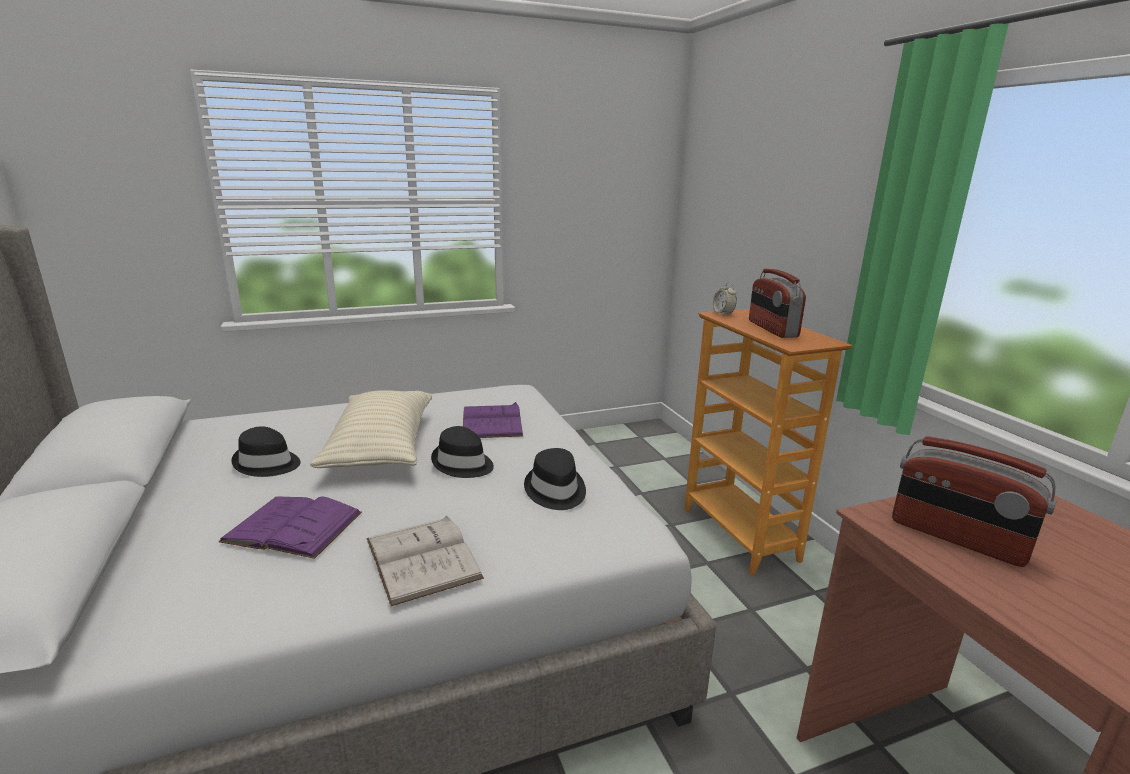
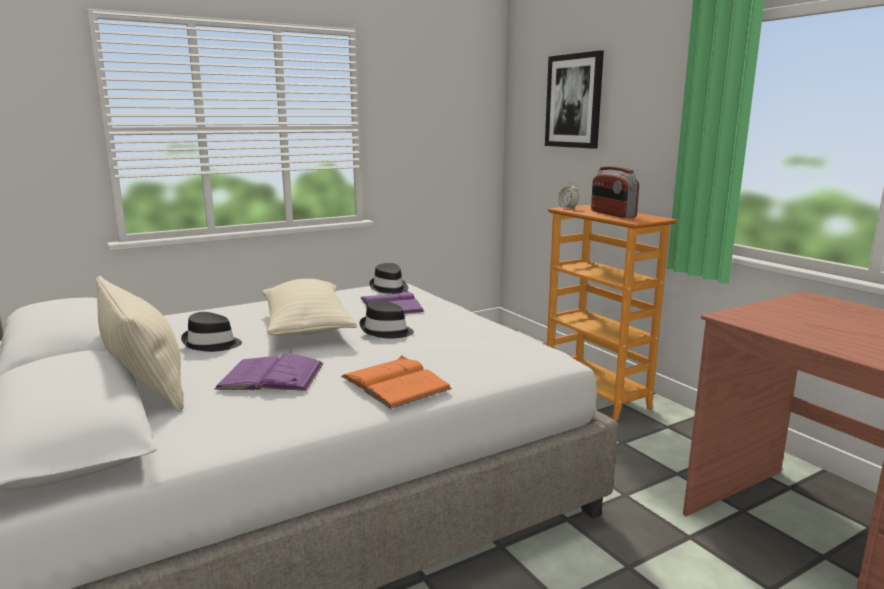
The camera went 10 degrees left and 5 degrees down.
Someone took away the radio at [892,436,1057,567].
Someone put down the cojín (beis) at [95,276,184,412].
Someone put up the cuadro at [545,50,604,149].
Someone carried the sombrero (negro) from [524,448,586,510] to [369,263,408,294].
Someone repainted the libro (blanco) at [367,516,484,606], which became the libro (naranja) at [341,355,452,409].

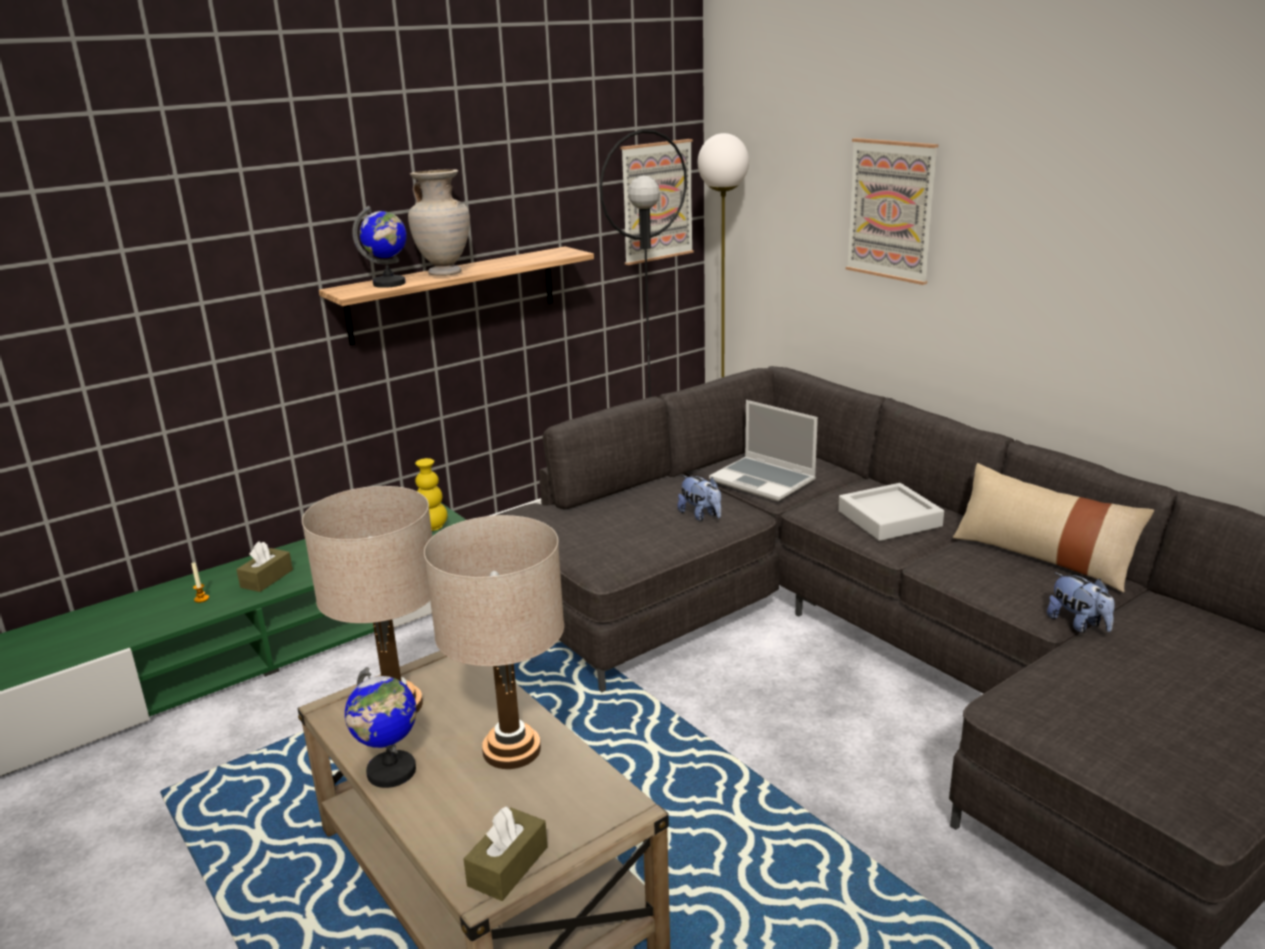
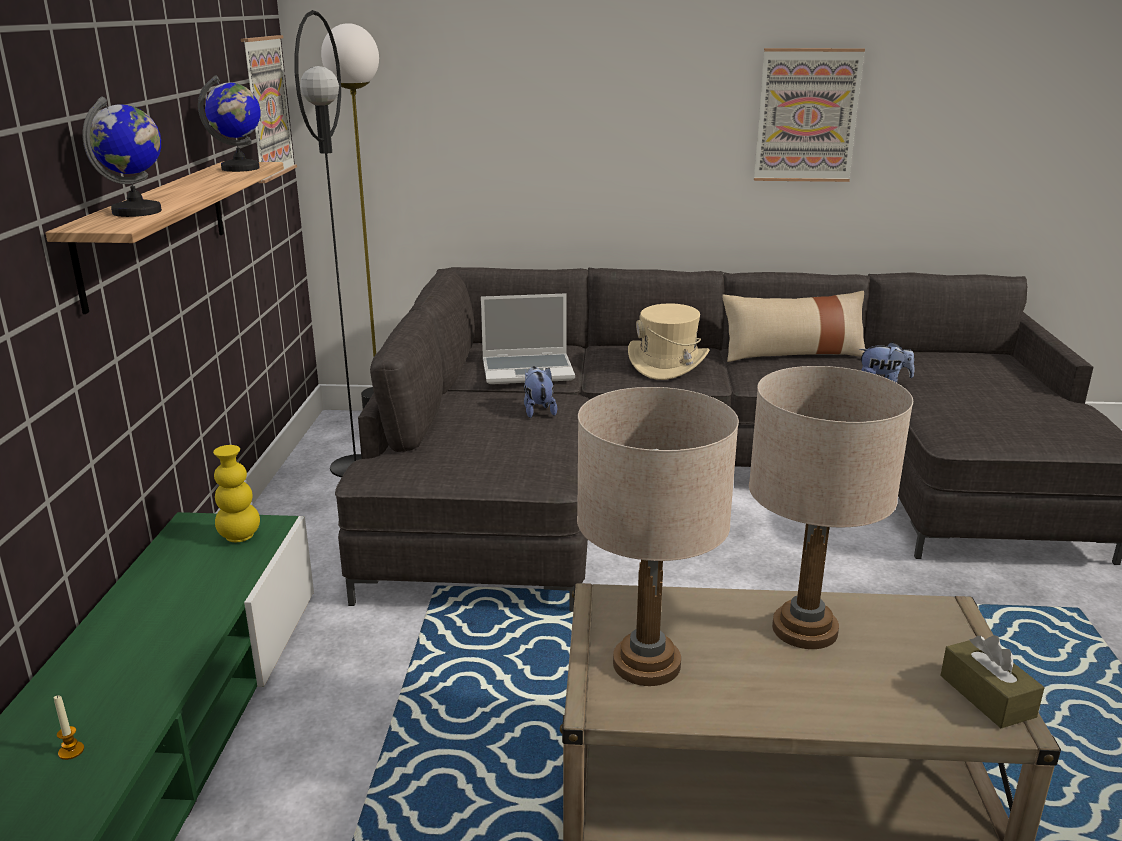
The camera went 50 degrees left and 0 degrees up.
Someone took away the caja de pañuelos (marrón) at [236,541,293,592].
Someone took away the florero (beis) at [408,169,470,276].
Someone carried the globo terráqueo from [345,667,416,788] to [198,75,260,172].
Someone carried the cuadro from [846,138,938,285] to [754,48,865,182].
Someone swapped the bandeja (gris) at [838,483,944,541] for the sombrero (beis) at [628,304,709,380].
Someone rotated the peluche at [678,475,721,521] by 105 degrees counterclockwise.

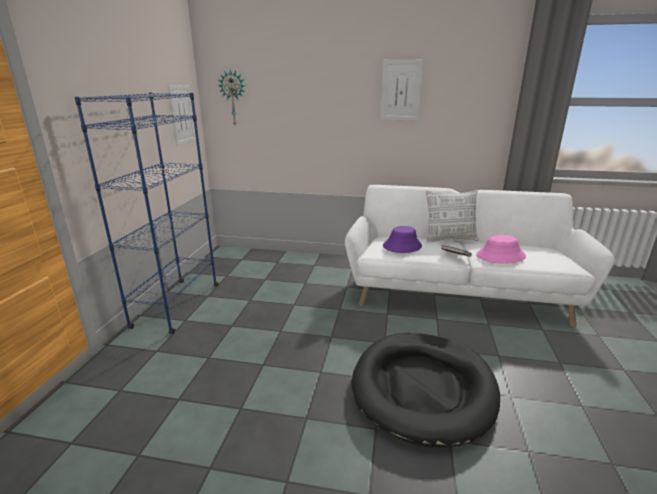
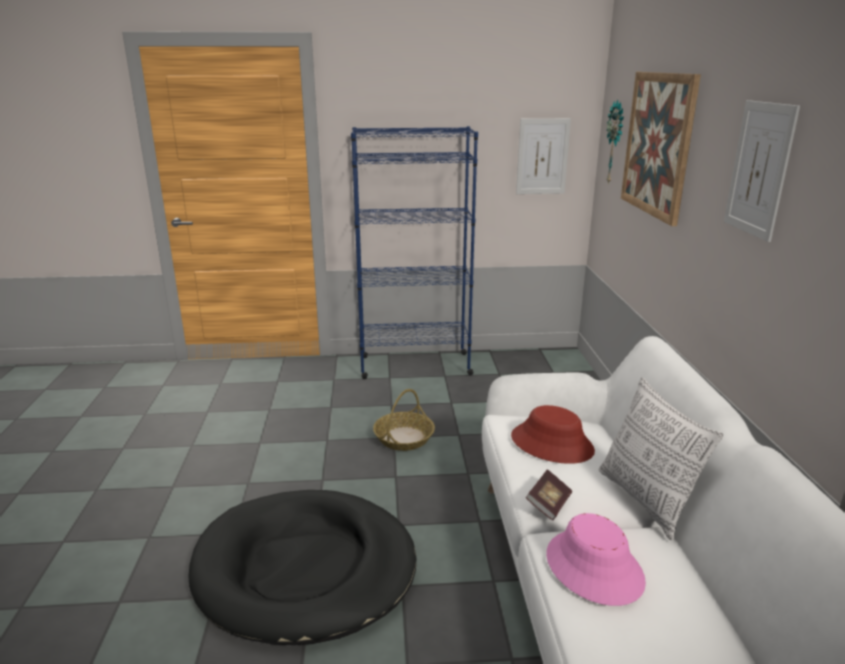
The camera went 75 degrees right and 0 degrees up.
Someone put down the cesta at [373,389,435,451].
Someone put up the cuadro at [621,72,701,226].
Someone repainted the sombrero (morado) at [383,226,422,253], which became the sombrero (rojo) at [511,405,595,464].

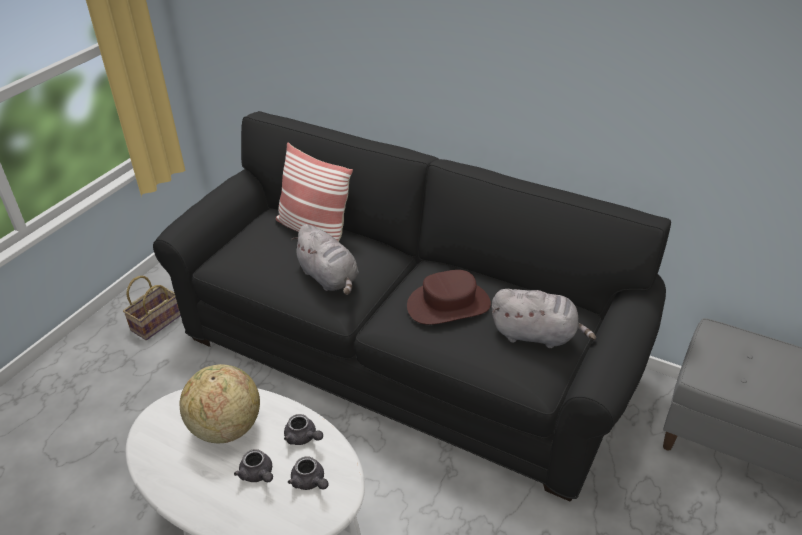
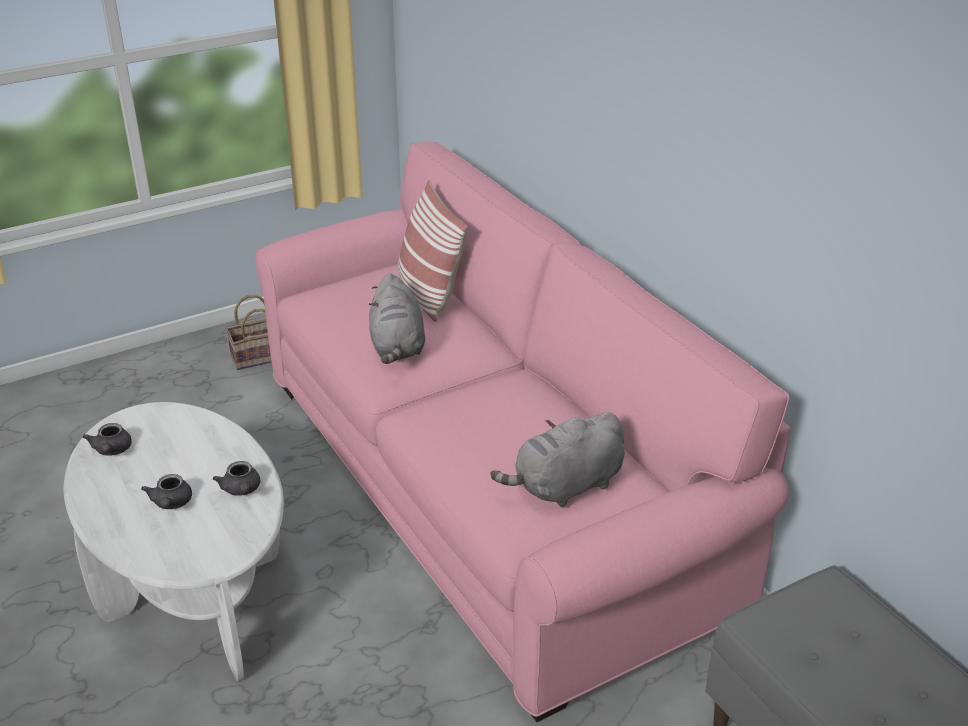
The camera went 30 degrees right and 5 degrees down.
Someone took away the globo terráqueo at [180,364,260,443].
Someone took away the sombrero (marrón) at [407,270,491,325].
Someone carried the tetera (gris) from [288,456,328,490] to [83,423,132,456].
Someone repainted the sofá (negro) at [153,111,671,502], which became the sofá (rosa) at [255,142,791,722].
Someone rotated the peluche (gris) at [492,289,596,348] by 105 degrees clockwise.

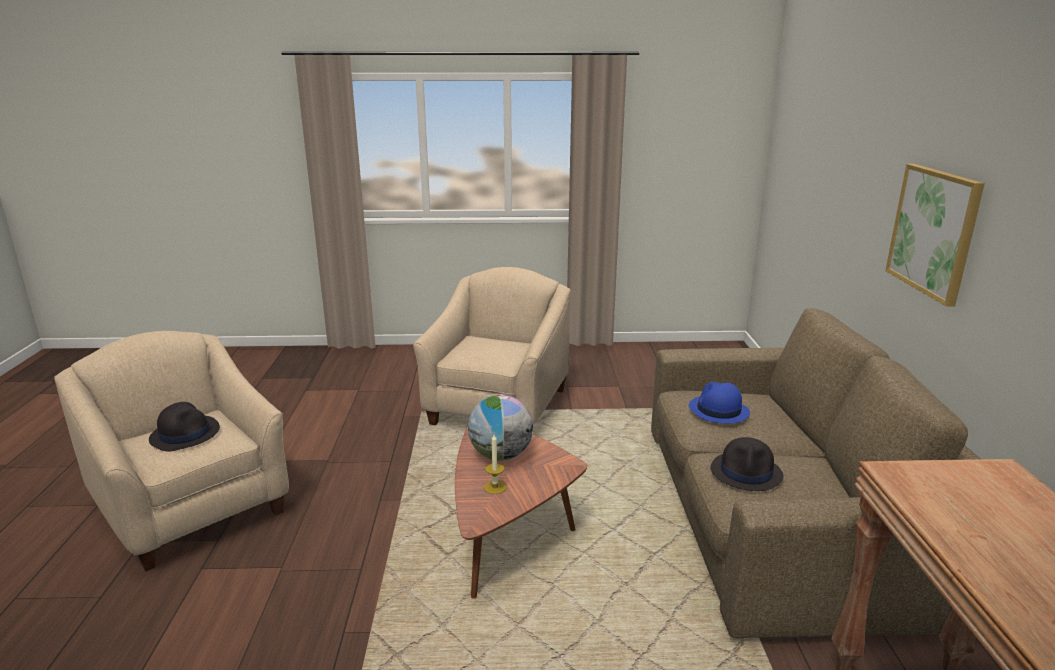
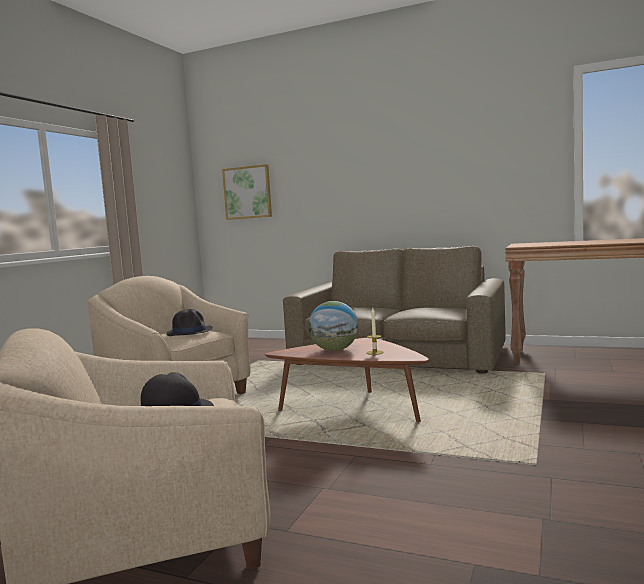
The camera went 65 degrees left and 15 degrees down.
Someone took away the sombrero (azul) at [688,382,750,424].
Someone carried the sombrero (negro) from [710,437,784,491] to [166,309,213,336].
Someone carried the cuadro from [885,164,985,307] to [222,164,272,220].

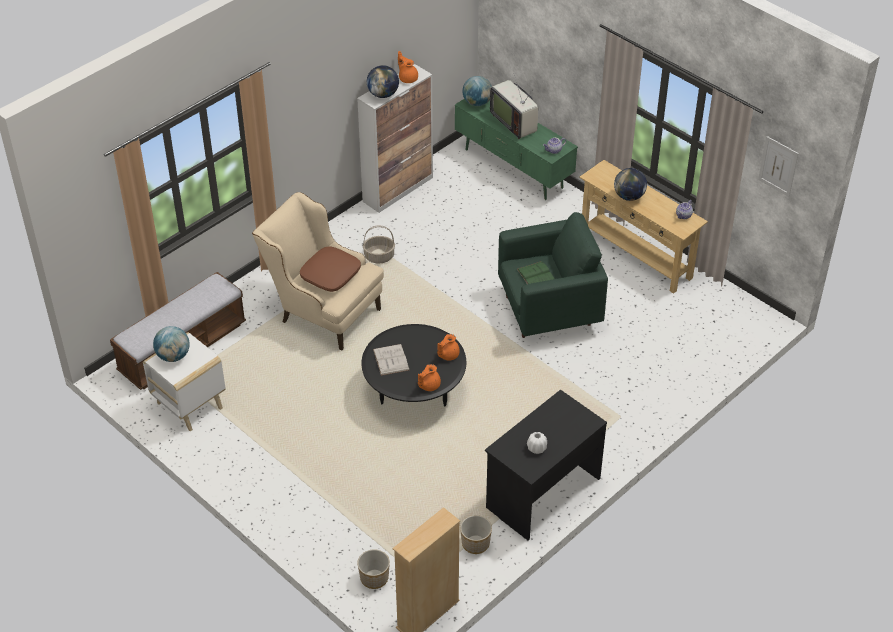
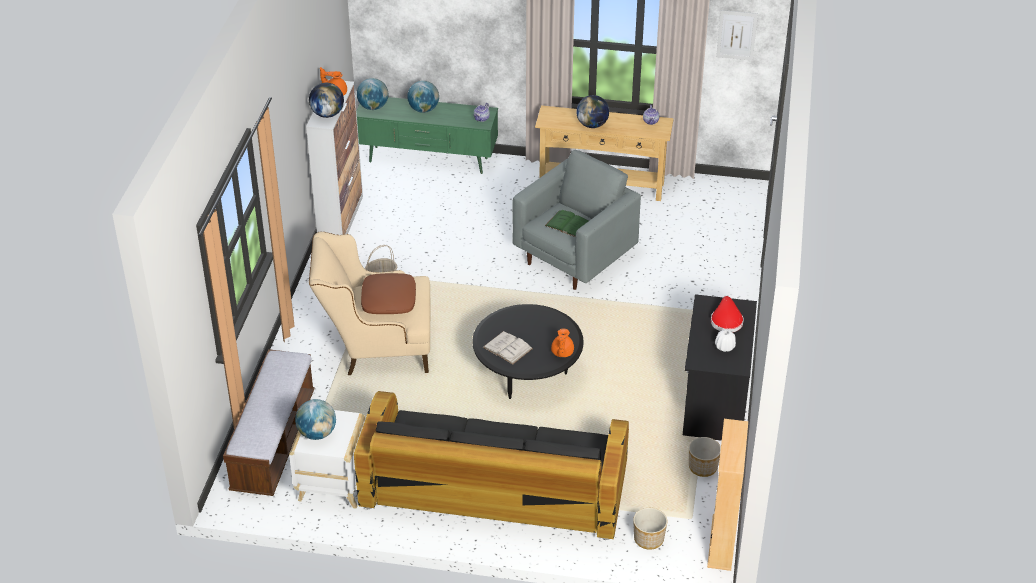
The camera went 35 degrees left and 5 degrees down.
Someone took away the tetera (naranja) at [437,334,460,361].
Someone put down the sofá (negro) at [354,391,629,540].
Someone put down the sombrero (rojo) at [711,296,744,332].
Someone swapped the televisor at [490,75,538,139] for the globo terráqueo at [407,81,439,113].
Someone repainted the sillón (verde) at [498,212,608,338], which became the sillón (gris) at [512,150,641,290].

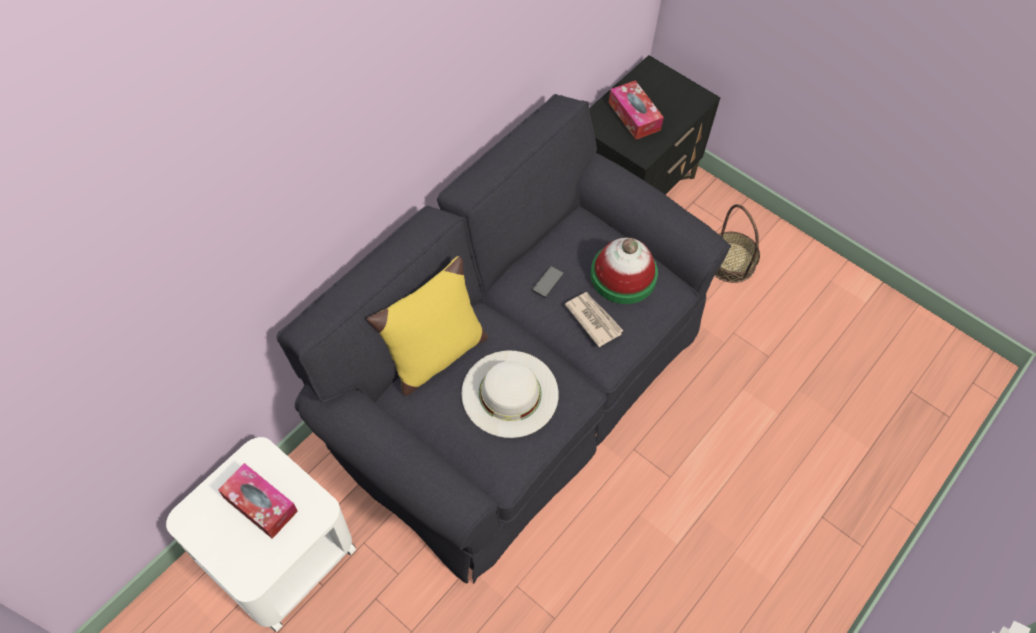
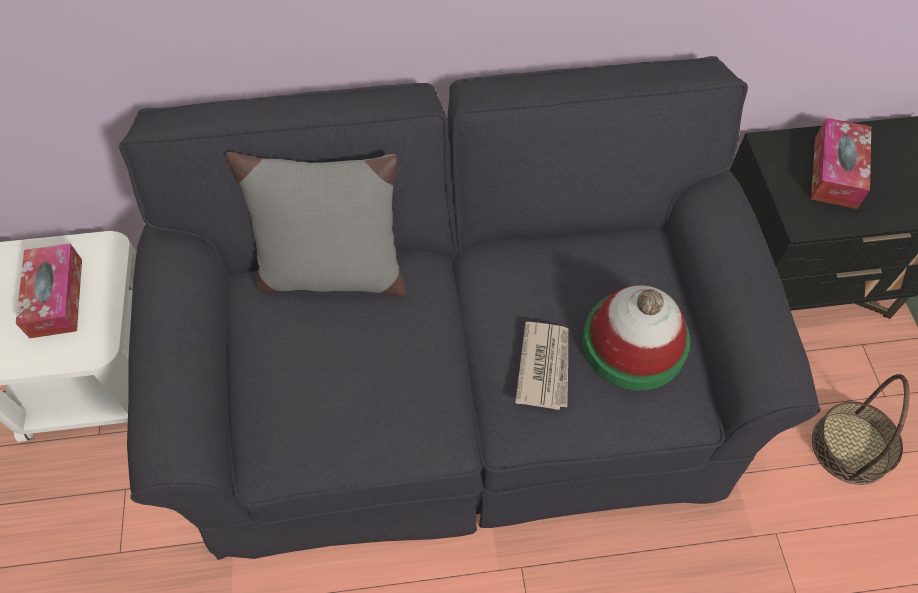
The camera went 45 degrees right and 0 degrees up.
Someone took away the sombrero (blanco) at [462,351,559,438].
Someone took away the móvil at [532,266,564,298].
Someone repainted the cojín (amarillo) at [367,256,488,396], which became the cojín (gris) at [225,152,406,297].

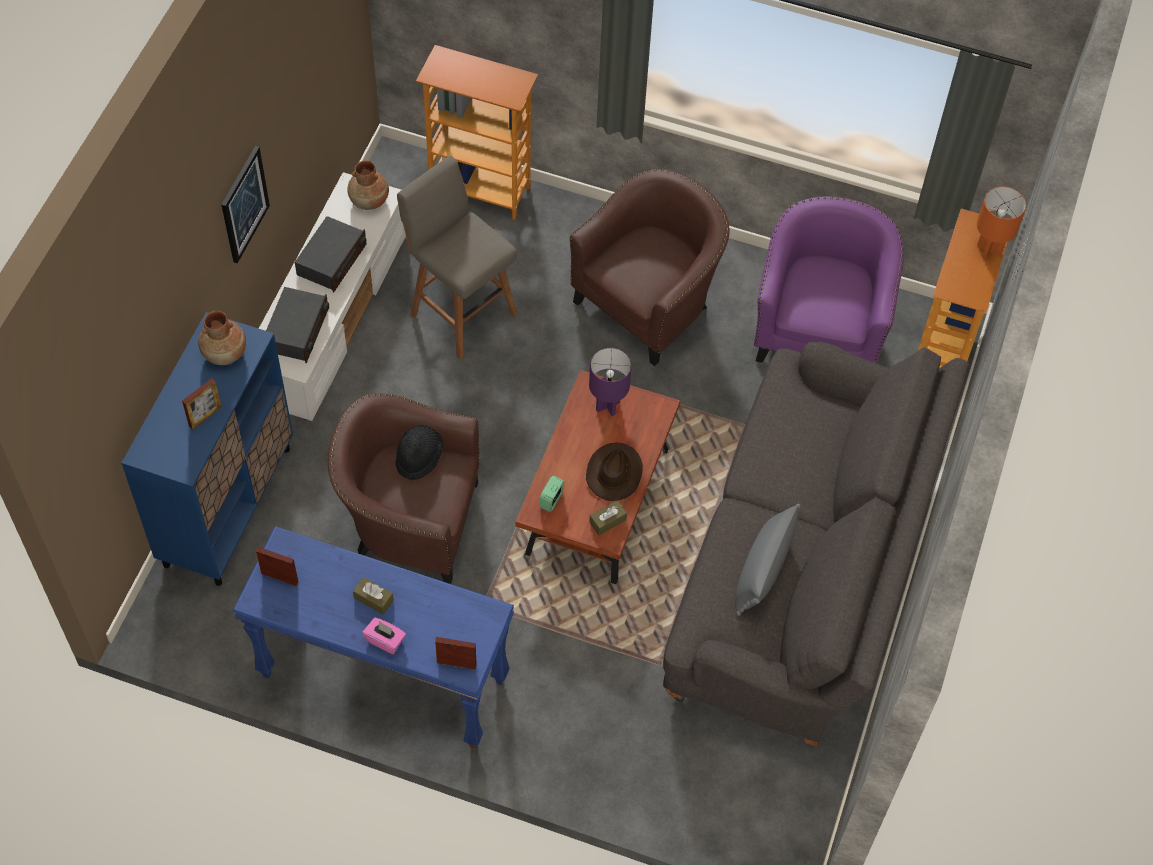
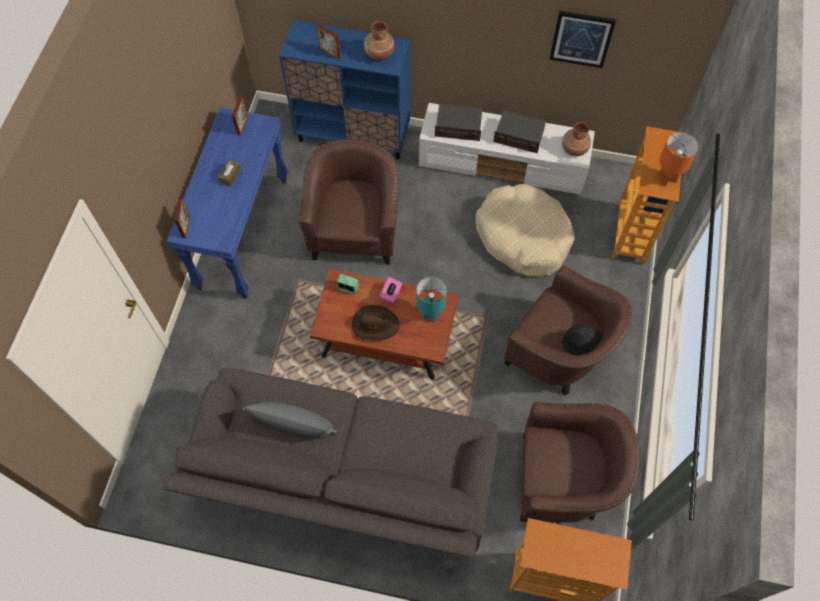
The camera went 85 degrees right and 5 degrees up.
Someone took away the caja de pañuelos (marrón) at [589,500,627,535].
Someone carried the cuadro from [221,146,270,263] to [549,11,616,68].
Someone carried the caja de pañuelos (rosa) from [362,618,406,654] to [380,277,402,304].
Someone carried the sombrero (negro) from [396,425,443,480] to [562,324,603,355].
Someone carried the lámpara de mesa (naranja) from [977,186,1026,259] to [658,132,699,186].
Someone swapped the taburete (gris) at [397,156,517,359] for the cama para perro (beis) at [475,184,575,277].
Someone repainted the lámpara de mesa (morado) at [589,348,632,416], which became the lámpara de mesa (turquesa) at [416,277,447,322].
Someone repainted the sillón (morado) at [754,196,904,364], which became the sillón (marrón) at [520,402,640,523].

